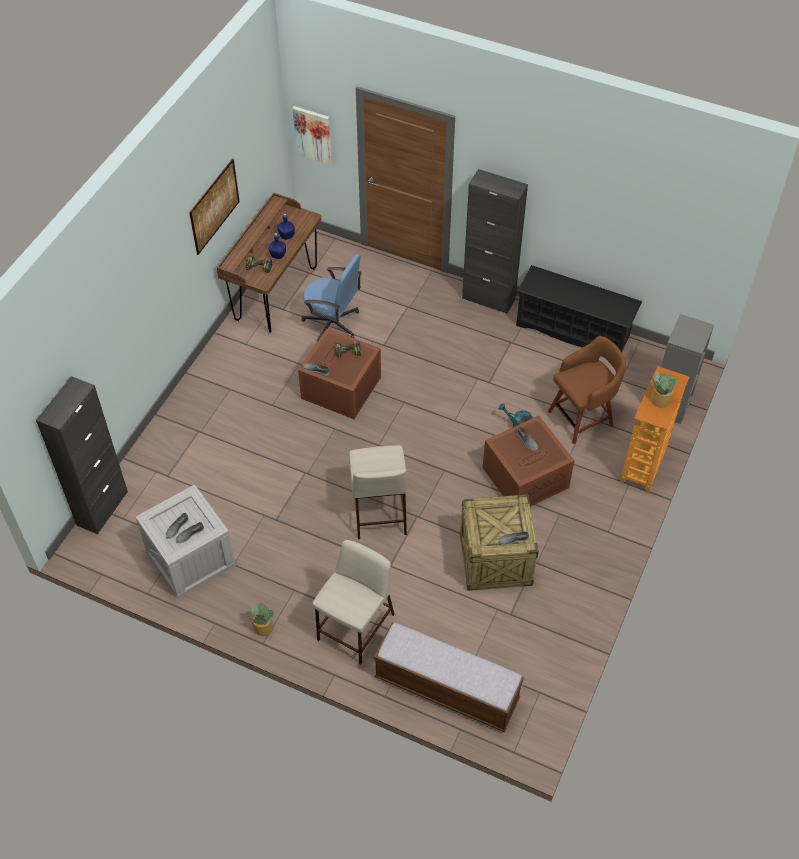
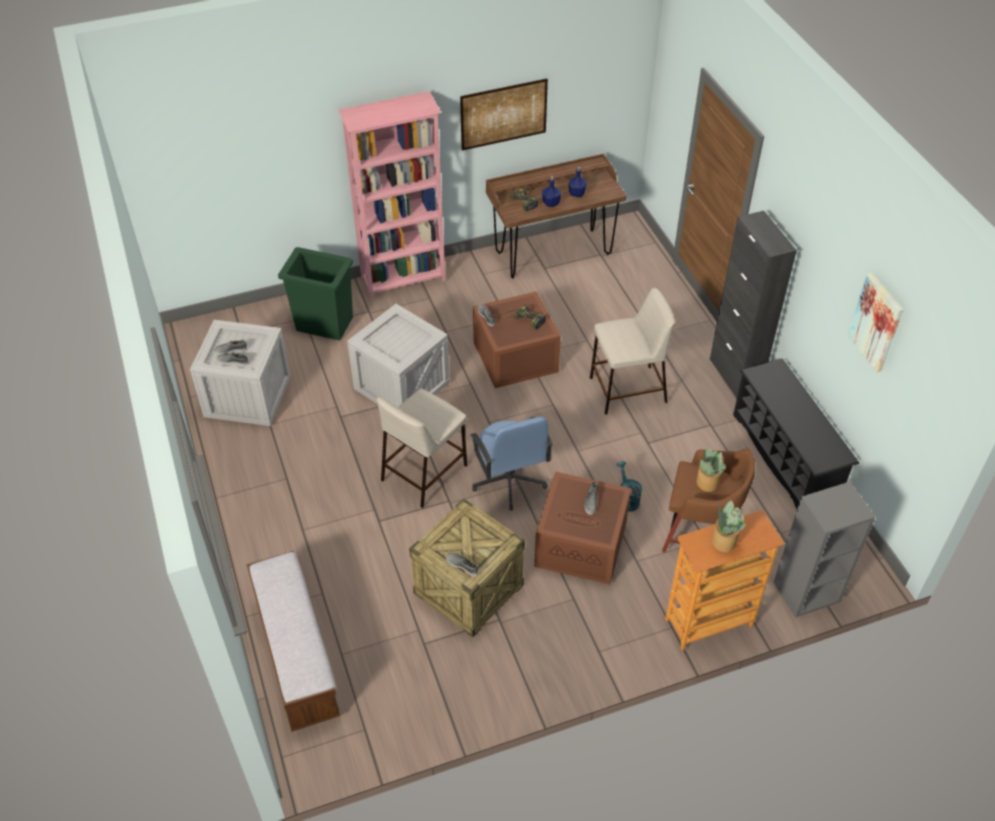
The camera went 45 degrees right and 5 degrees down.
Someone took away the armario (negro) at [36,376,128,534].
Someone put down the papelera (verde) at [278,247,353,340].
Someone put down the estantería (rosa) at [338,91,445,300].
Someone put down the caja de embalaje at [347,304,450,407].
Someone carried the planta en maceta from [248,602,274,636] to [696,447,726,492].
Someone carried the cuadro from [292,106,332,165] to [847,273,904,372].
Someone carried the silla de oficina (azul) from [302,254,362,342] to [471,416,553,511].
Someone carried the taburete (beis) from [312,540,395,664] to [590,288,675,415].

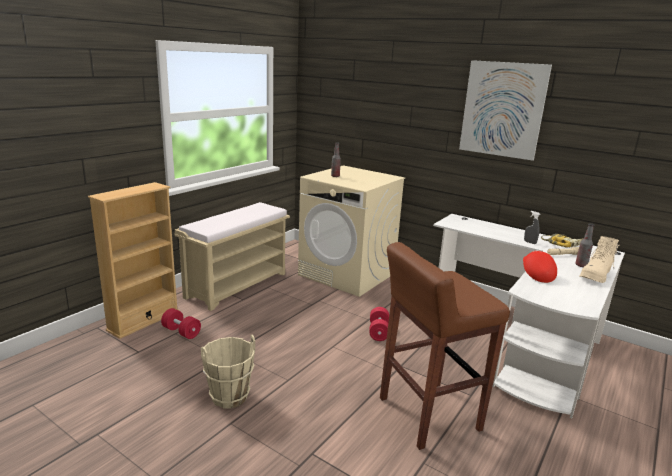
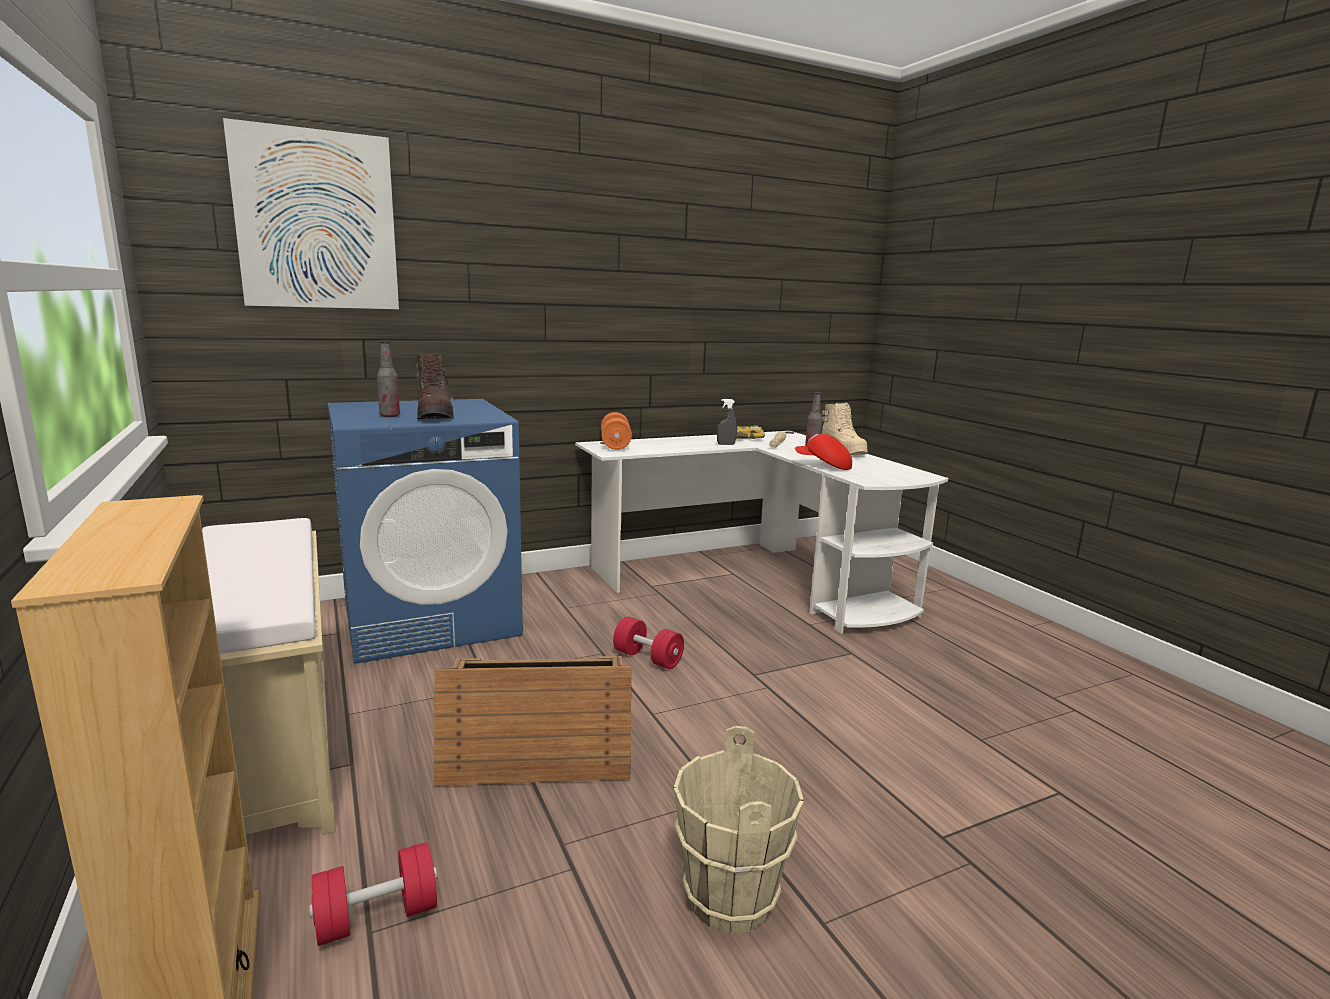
The camera went 60 degrees left and 5 degrees down.
Someone took away the taburete (marrón) at [380,242,510,450].
Someone put down the bota (marrón) at [416,353,454,419].
Someone put down the caja de embalaje at [434,656,631,786].
Someone put down the mancuerna (naranja) at [601,412,632,450].
Someone carried the cuadro from [459,60,552,161] to [223,118,399,309].
Someone repainted the lavadora (beis) at [298,165,405,297], which became the lavadora (azul) at [328,399,523,664].

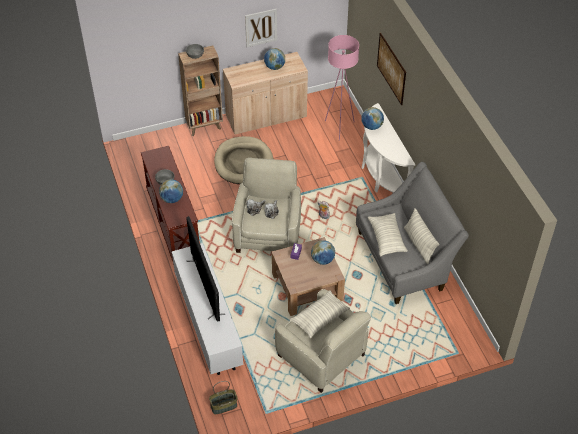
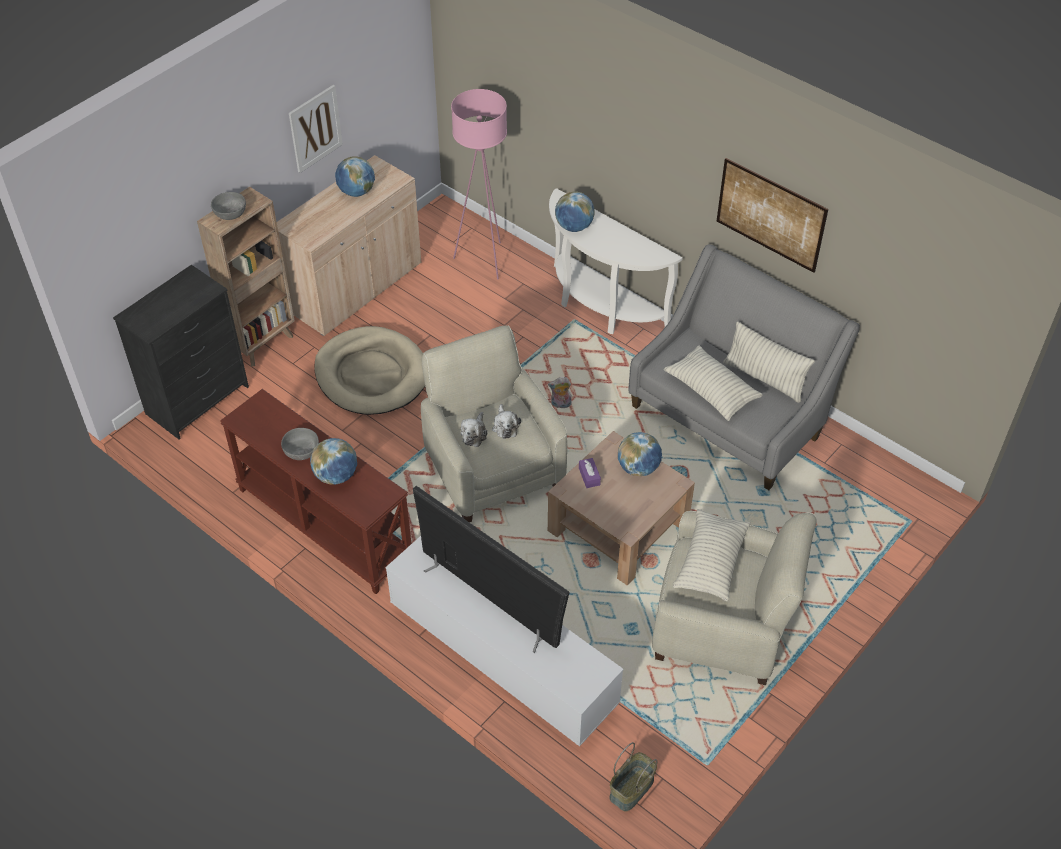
The camera went 30 degrees left and 0 degrees up.
Someone put down the cómoda (negro) at [113,265,249,439].
Someone carried the cuadro from [377,33,406,105] to [717,158,828,273].

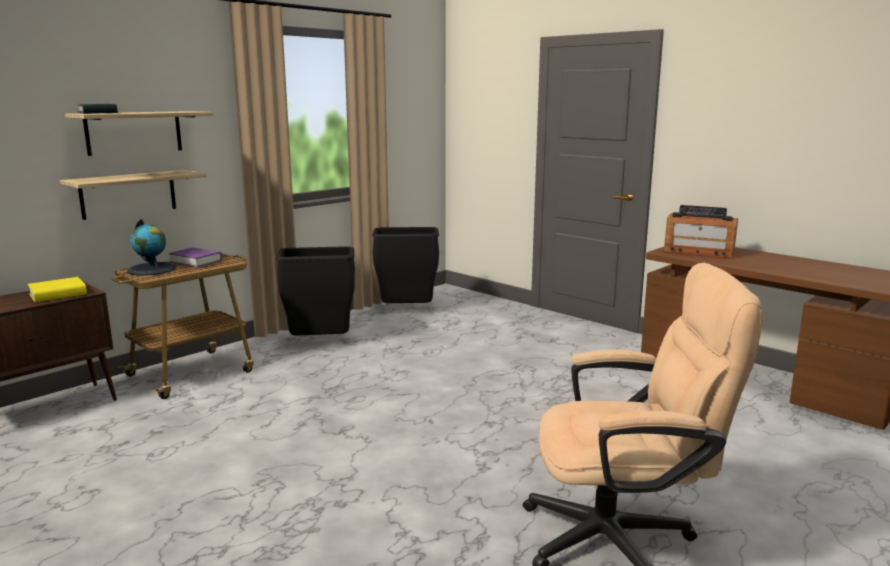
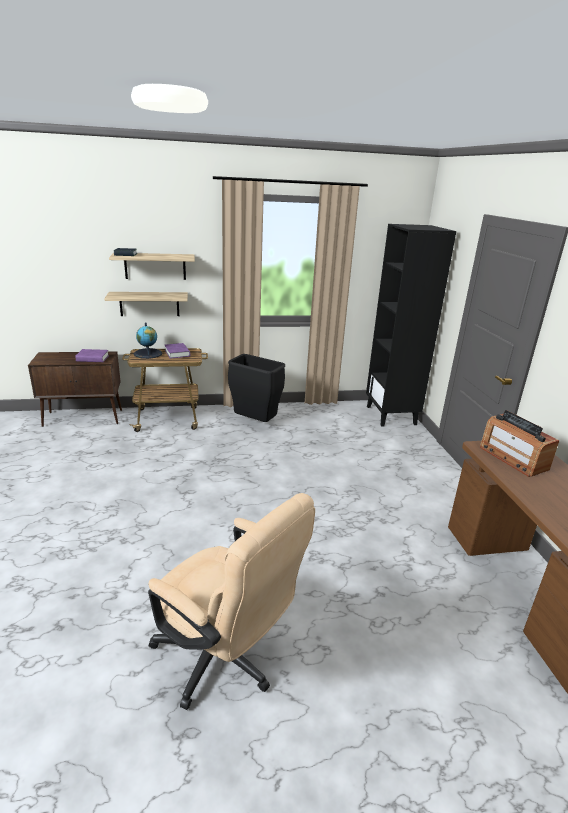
The camera went 35 degrees right and 10 degrees up.
Someone took away the papelera (negro) at [372,227,439,303].
Someone put down the estantería (negro) at [366,224,456,427].
Someone repainted the libro (amarillo) at [28,277,87,302], which became the libro (morado) at [75,349,109,362].

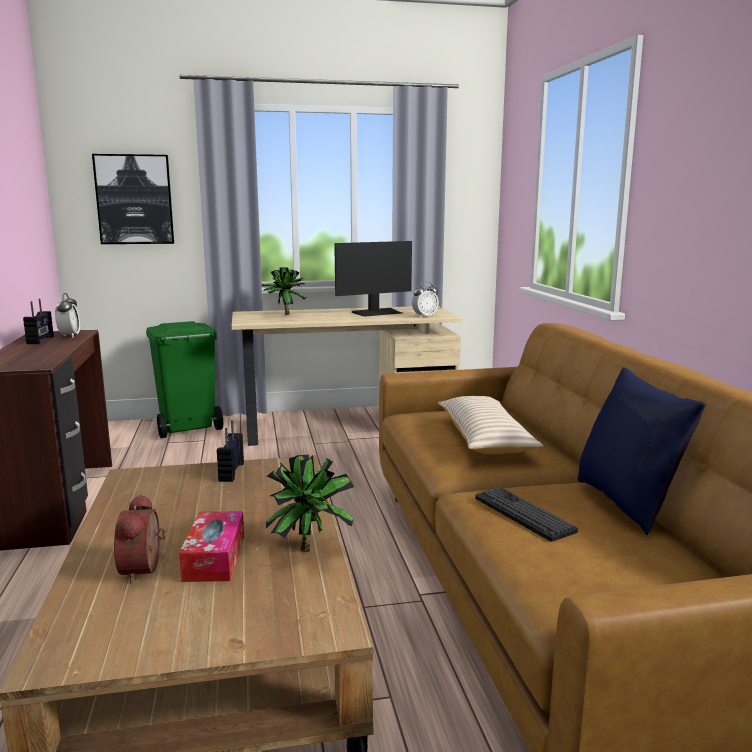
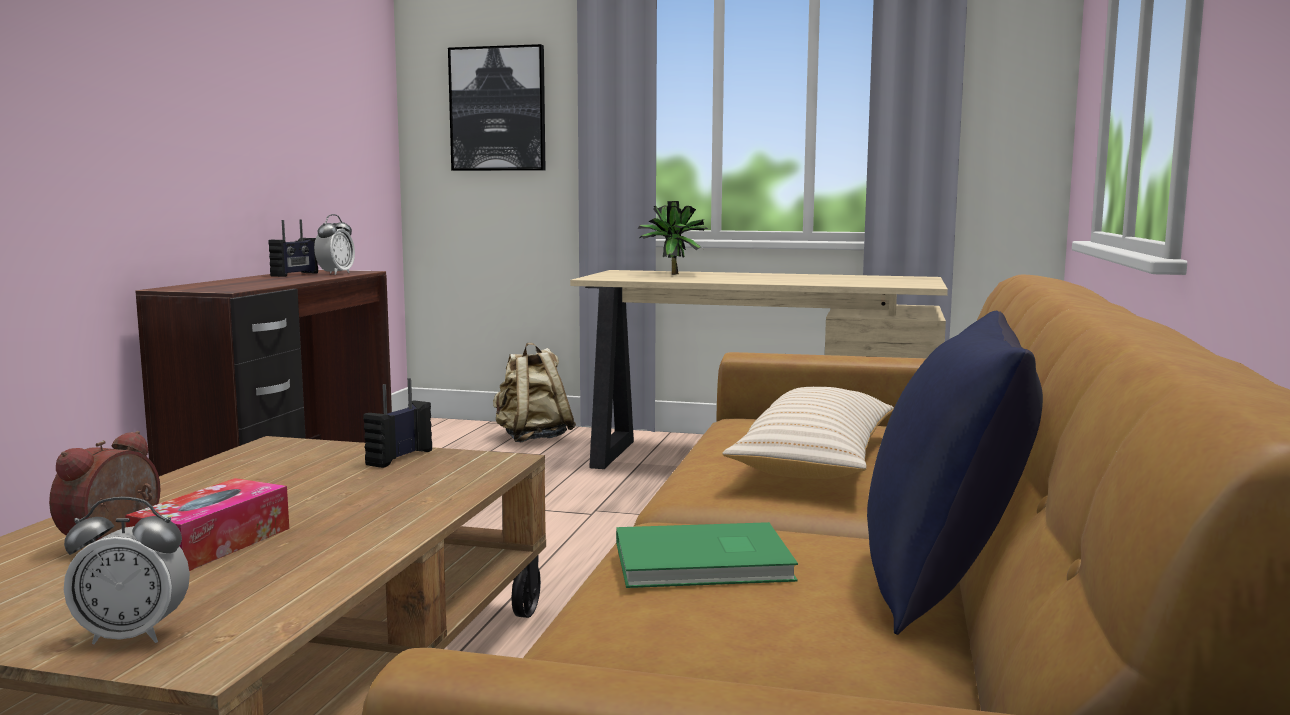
The camera went 25 degrees right and 5 degrees down.
Someone took away the planta en maceta at [266,455,354,552].
Someone took away the monitor at [334,241,412,317].
Someone carried the despertador from [412,282,439,317] to [64,496,190,644].
Someone swapped the papelera (verde) at [146,321,223,438] for the mochila (beis) at [493,343,576,442].
Someone swapped the teclado at [475,487,578,542] for the libro (verde) at [616,522,798,588].

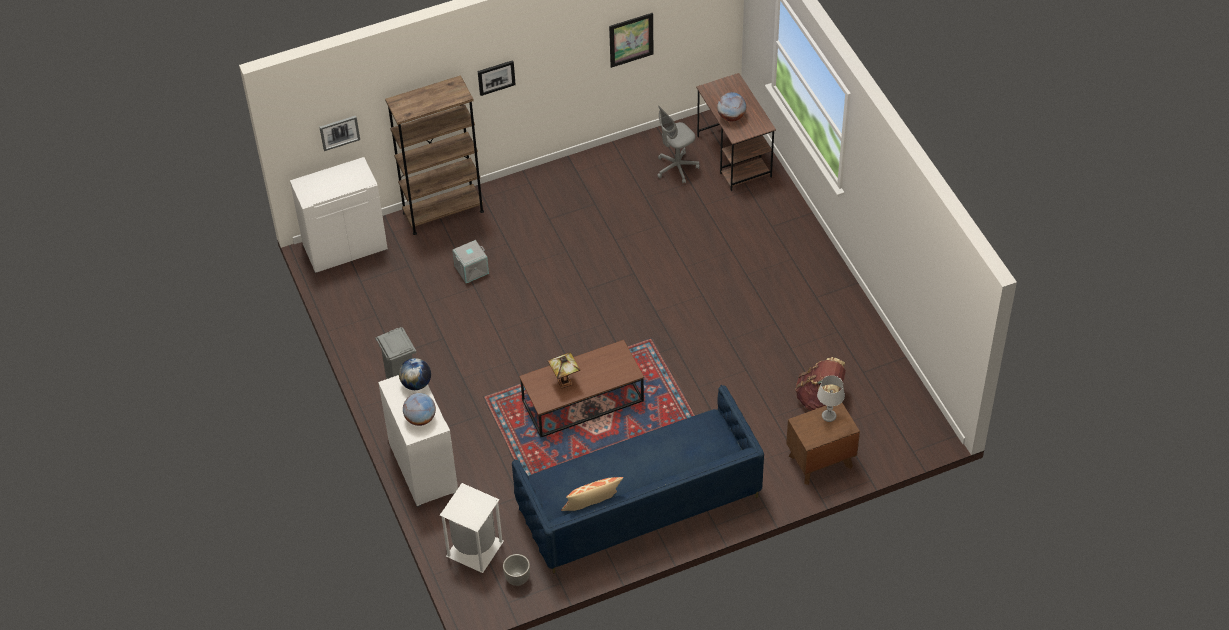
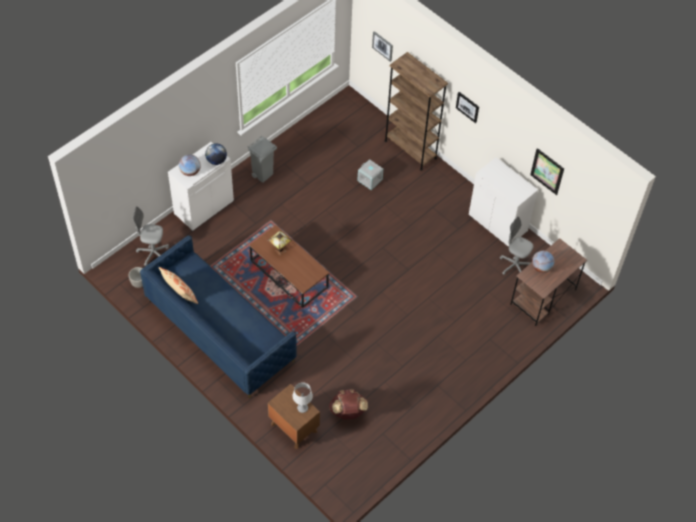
The camera went 65 degrees right and 5 degrees up.
Someone carried the armario (blanco) from [290,157,388,273] to [469,157,538,247].
Someone swapped the papelera (blanco) at [440,483,504,573] for the silla de oficina (gris) at [133,207,169,266].

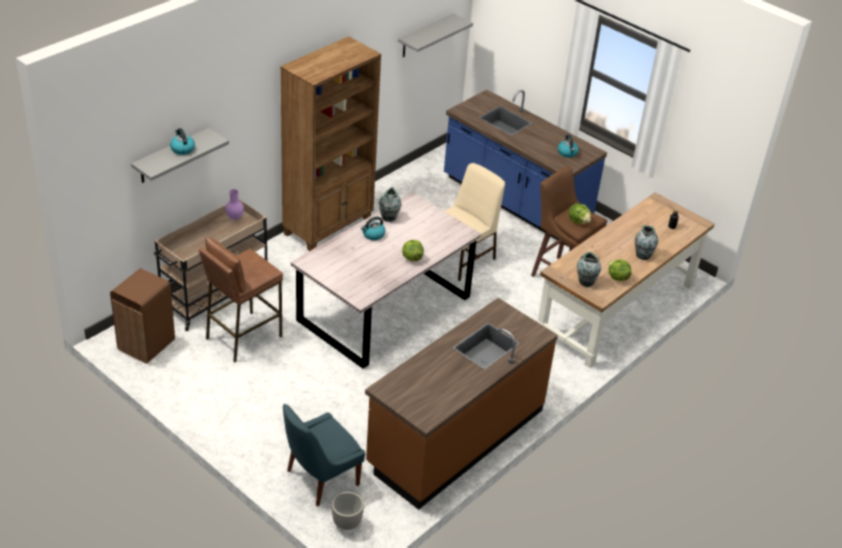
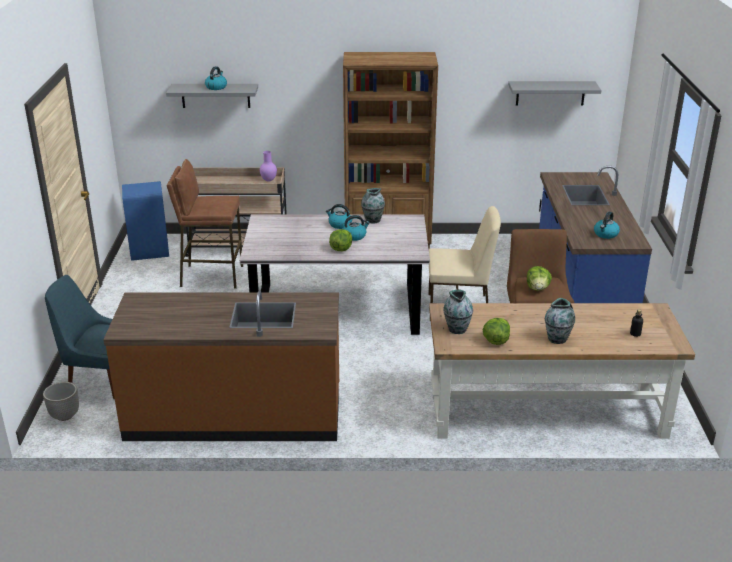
The camera went 50 degrees right and 10 degrees down.
Someone put down the hervidor at [343,215,370,241].
Someone repainted the papelera (marrón) at [110,269,175,364], which became the papelera (azul) at [122,181,169,261].

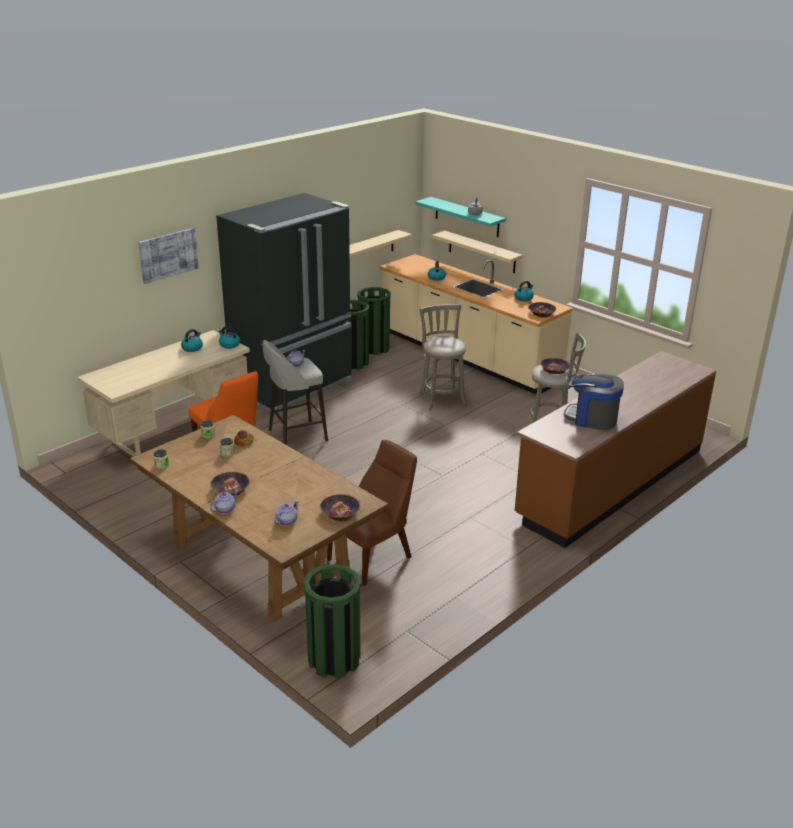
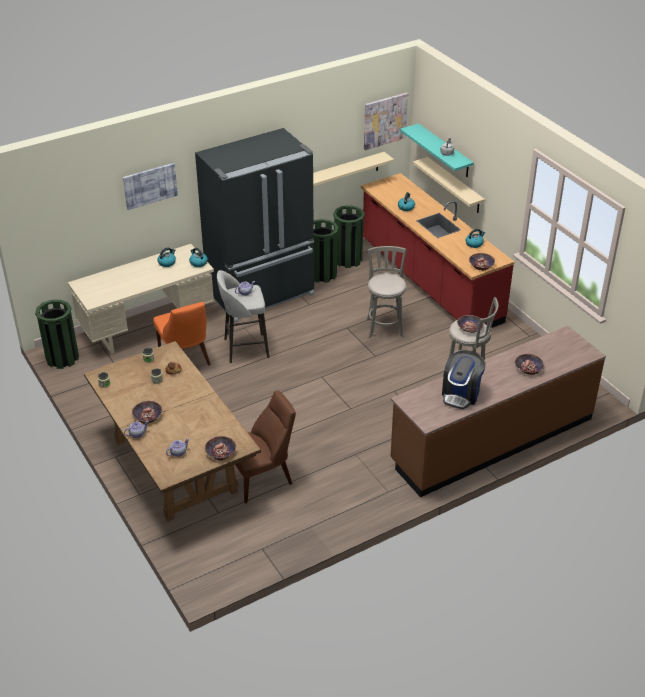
The camera went 15 degrees right and 10 degrees up.
Someone put up the cuadro at [364,93,408,150].
Someone put down the cuenco at [515,354,544,375].
Someone carried the papelera (verde) from [303,564,362,678] to [35,300,79,369].
Someone repainted the mueble bajo de cocina (beis) at [380,254,573,394], which became the mueble bajo de cocina (rojo) at [361,173,514,328].
Someone rotated the cafetera at [564,374,624,430] by 105 degrees counterclockwise.

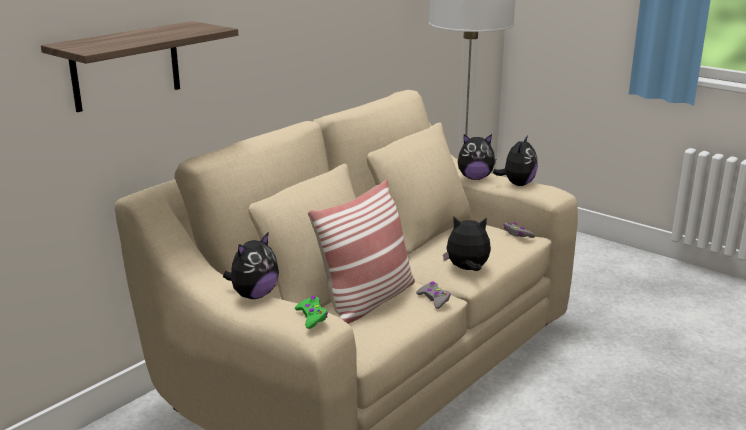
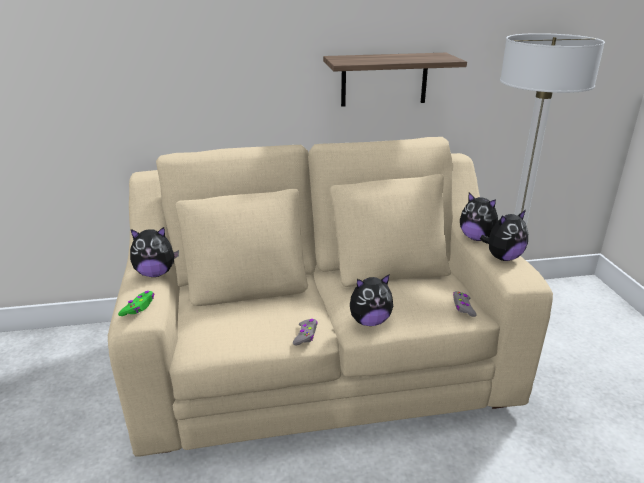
The camera went 40 degrees right and 5 degrees up.
Someone took away the cojín at [308,179,415,324].
Someone carried the estante from [41,21,238,112] to [323,53,467,107].
Someone rotated the peluche at [443,217,491,271] by 120 degrees clockwise.

